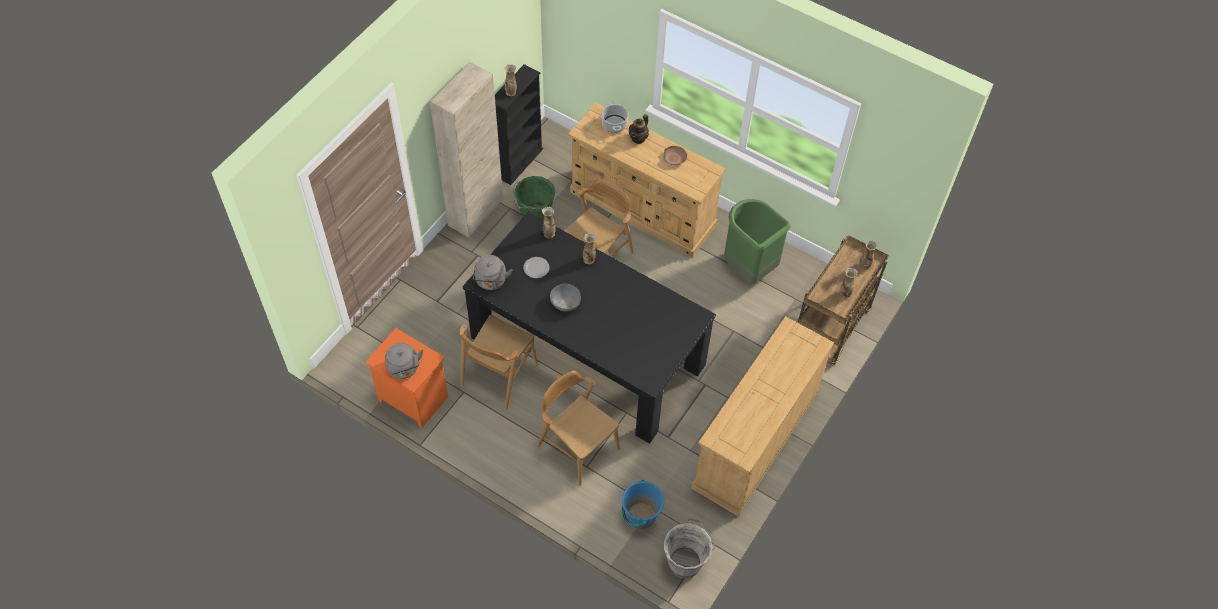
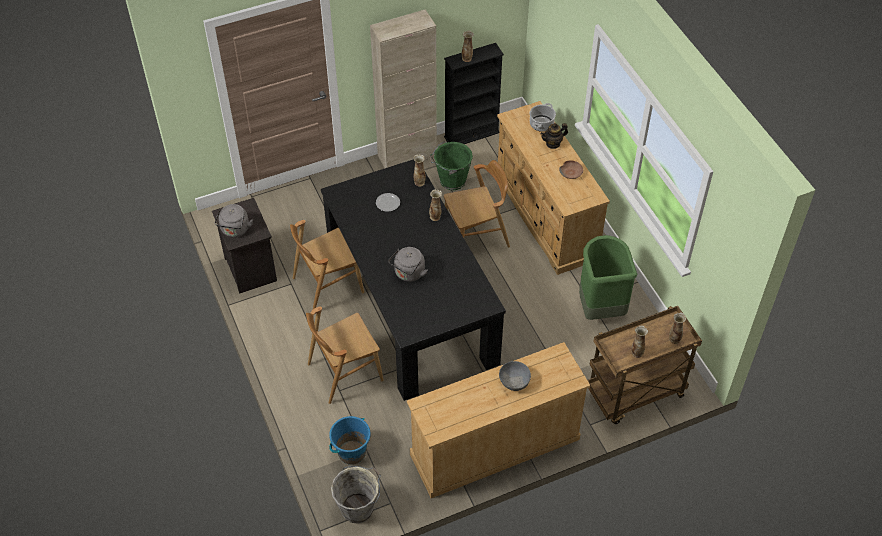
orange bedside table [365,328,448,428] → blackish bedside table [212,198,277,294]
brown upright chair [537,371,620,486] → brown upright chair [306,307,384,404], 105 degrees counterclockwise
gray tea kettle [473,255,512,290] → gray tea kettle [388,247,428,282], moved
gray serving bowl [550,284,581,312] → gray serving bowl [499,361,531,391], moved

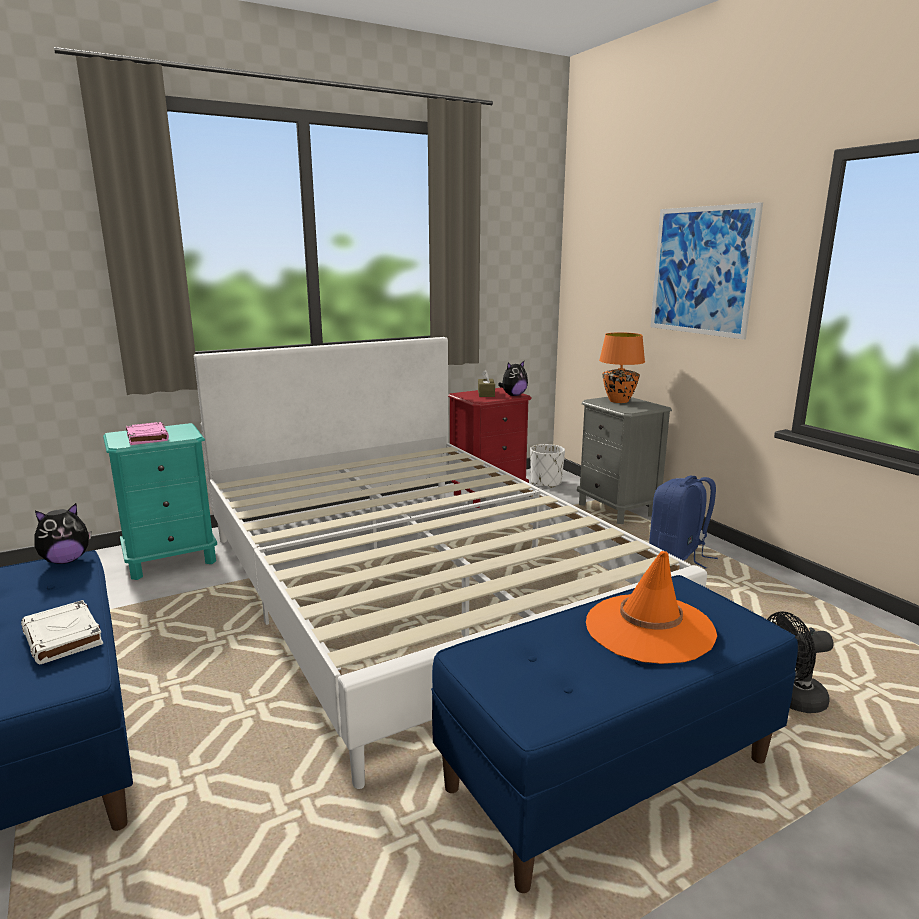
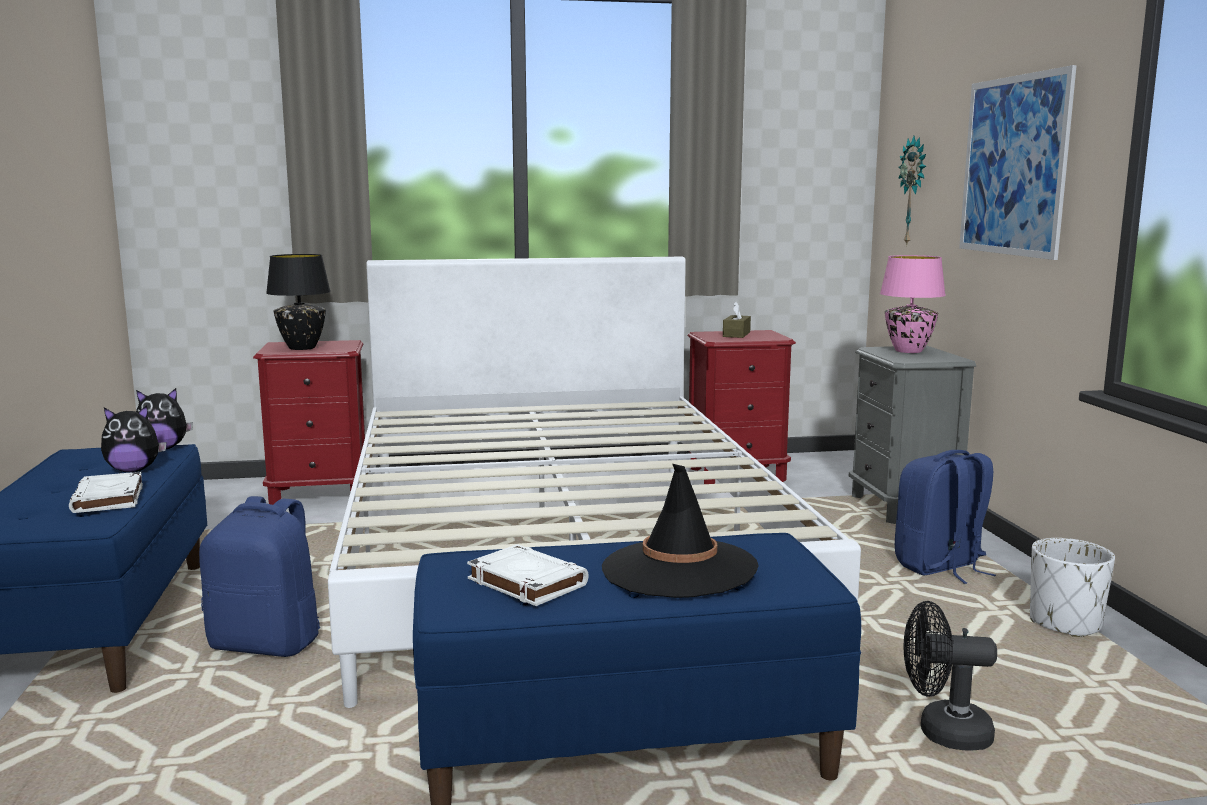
plush toy [498,361,528,396] → plush toy [101,405,166,472], moved
- → blue knapsack [199,496,320,657]
turquoise-coloured bedside table [103,423,217,580] → red-coloured bedside table [253,340,365,505]
pinkish book [126,422,169,445] → blackish tabletop lamp [266,254,331,350]
- → whitish book [467,544,589,606]
orange hat [586,551,717,664] → blackish hat [602,464,759,598]
orange tabletop lamp [599,332,645,403] → pinkish tabletop lamp [880,255,946,353]
- → wall clock [898,136,926,246]
whitish planter [530,444,565,488] → whitish planter [1030,538,1115,637], moved

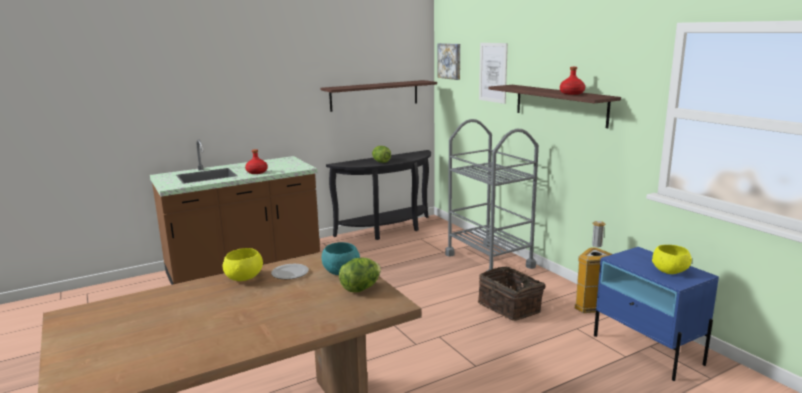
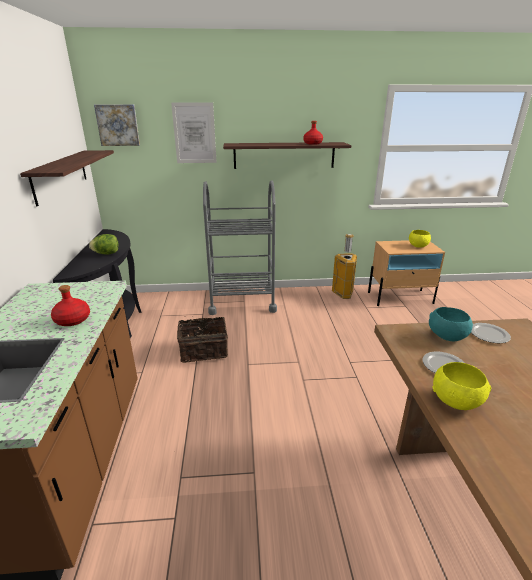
household basket [478,266,545,321] → household basket [177,316,228,363], moved
blue bedside table [594,247,719,381] → sand-coloured bedside table [368,240,445,306]
head of lettuce [339,258,381,292] → flat dish [471,323,511,343]

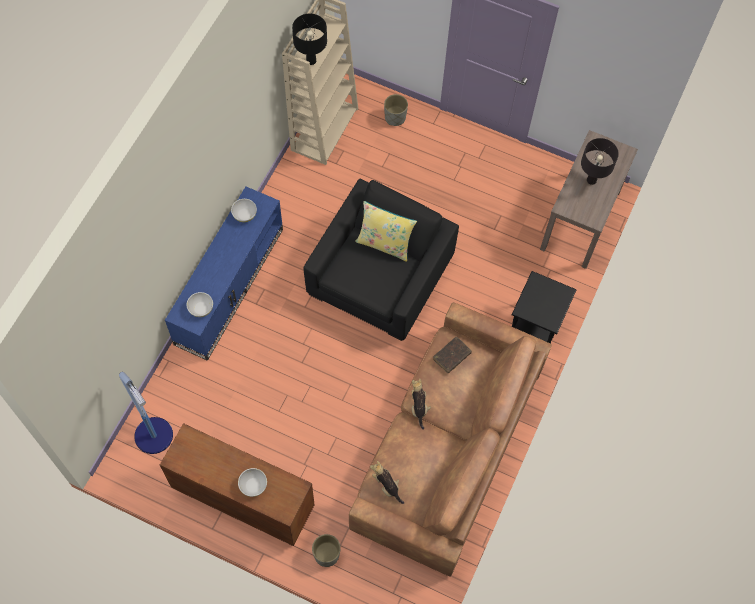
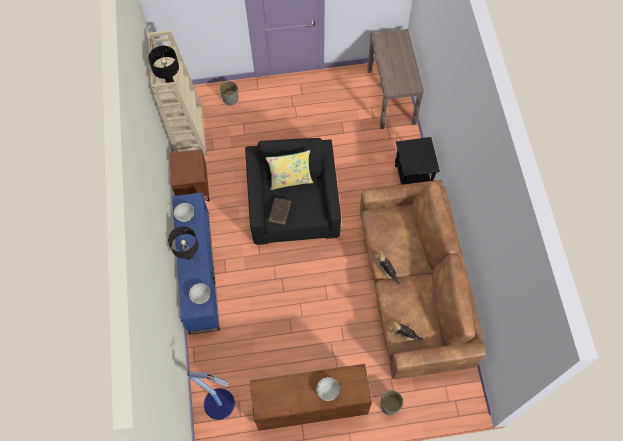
blackish tabletop lamp [581,138,619,185] → blackish tabletop lamp [168,226,199,260], moved
- → brown bedside table [169,149,210,201]
brown book [433,337,472,373] → brown book [268,198,291,225], moved

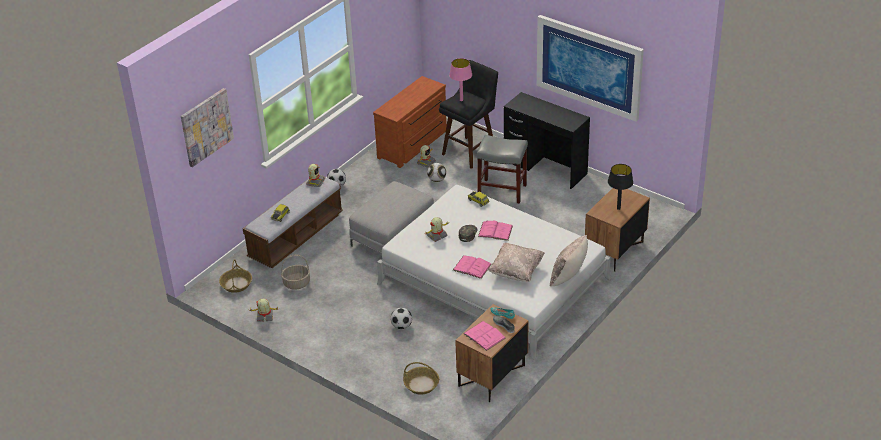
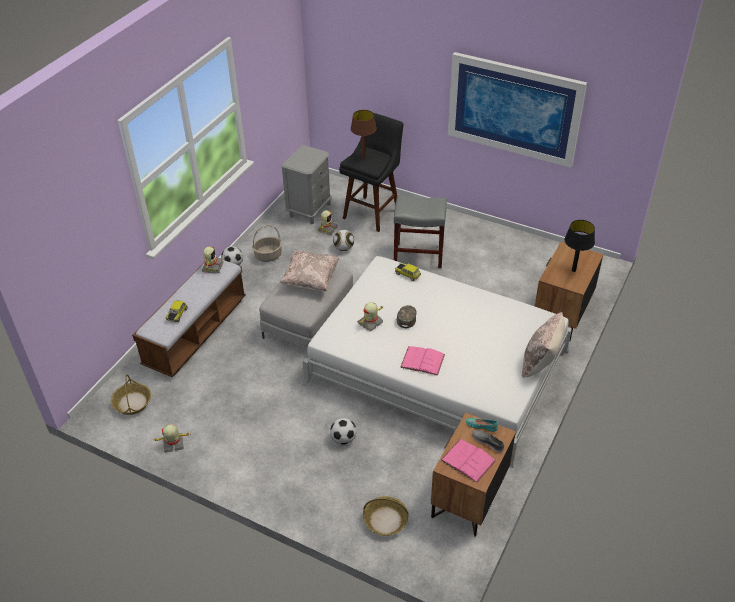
household basket [281,254,310,290] → household basket [252,225,282,262], moved
sand-coloured pillow [488,243,545,282] → sand-coloured pillow [279,251,340,291], moved
brown dresser [373,76,447,168] → gray bedside table [281,145,332,224]
pinkish tabletop lamp [449,58,472,101] → brown tabletop lamp [351,110,377,159]
wall art [181,88,234,167] → -
pinkish book [478,220,513,241] → -
blackish desk [504,92,590,189] → -

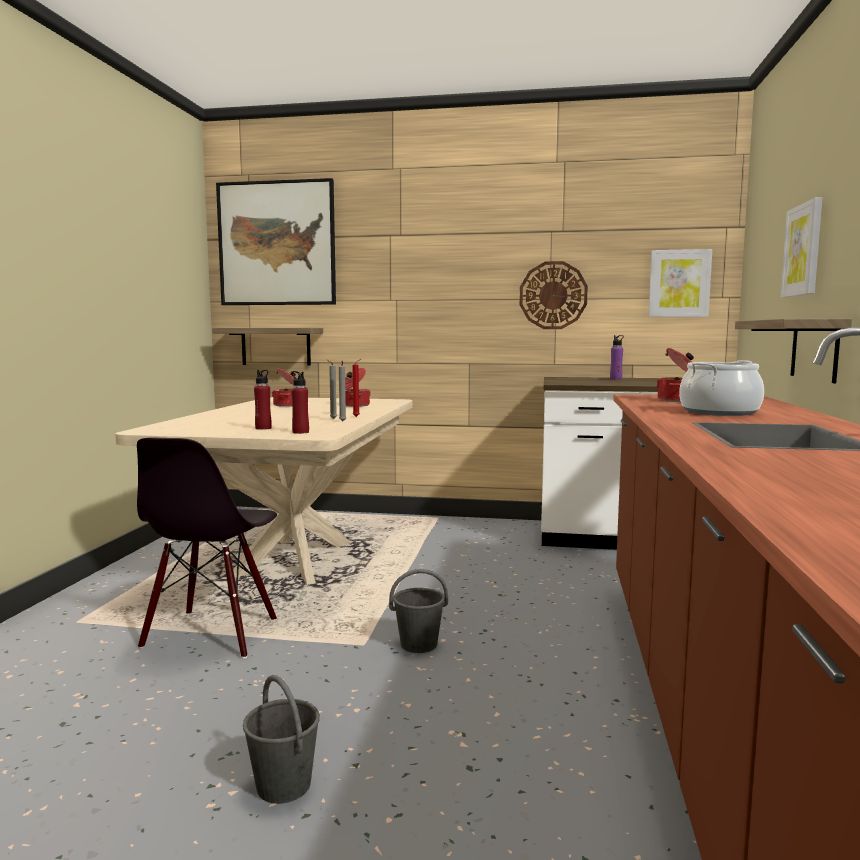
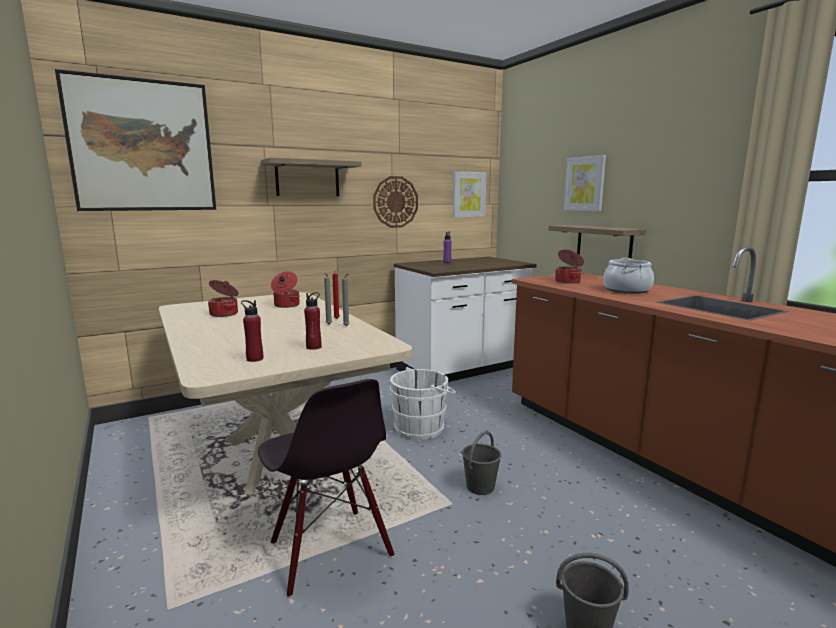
red-coloured beverage bottle [291,371,309,434] → red-coloured beverage bottle [241,300,263,362], moved
shelf [212,328,323,366] → shelf [261,157,361,196], moved
- → whitish pail [389,367,456,440]

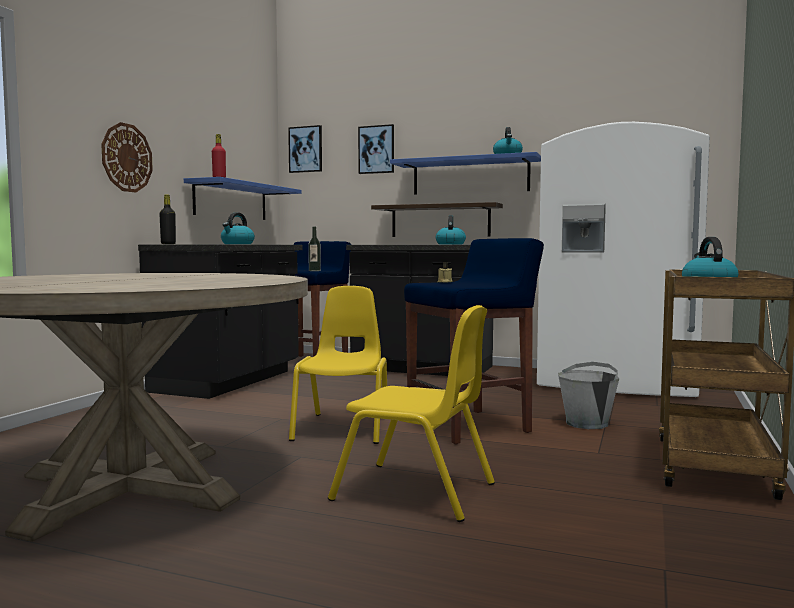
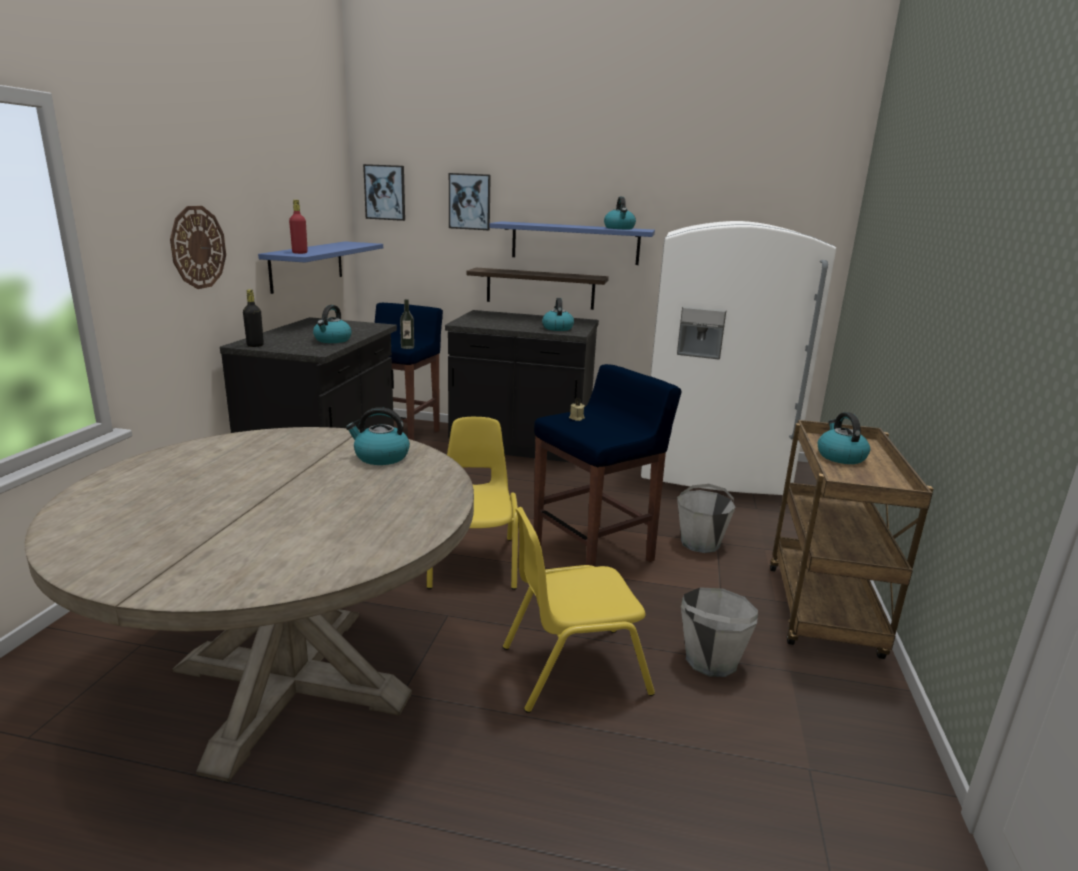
- → tea kettle [346,407,410,465]
yellow-coloured upright chair [328,305,495,522] → yellow-coloured upright chair [503,507,655,713], 150 degrees clockwise
- → gray pail [681,588,758,677]

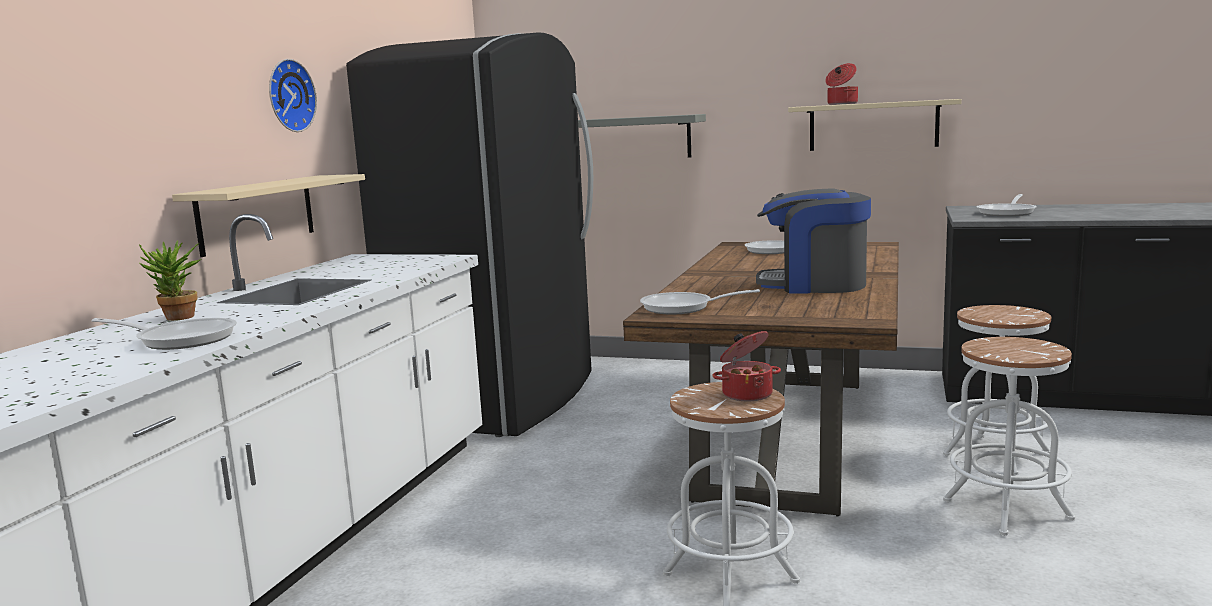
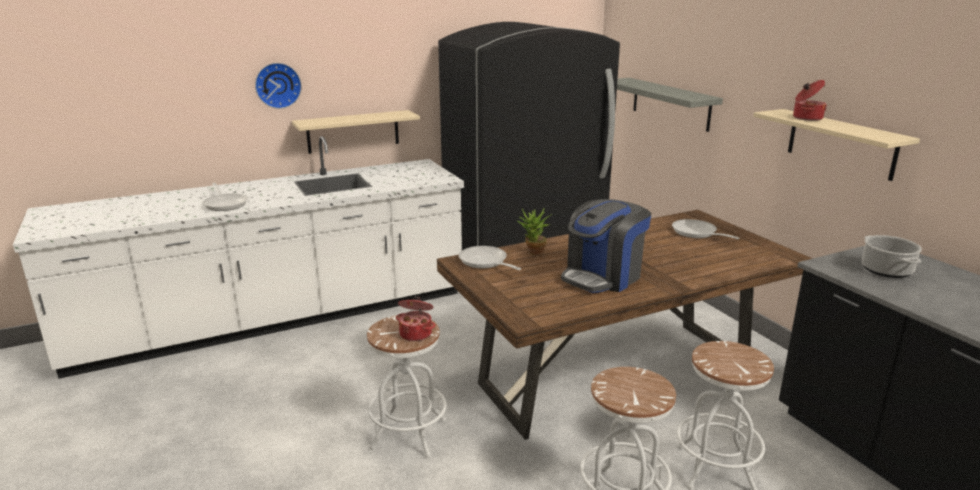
wall clock [269,59,317,132] → wall clock [255,63,302,109], moved
plant in a pot [139,240,202,321] → plant in a pot [518,209,552,255], moved
coffee maker [756,189,871,294] → coffee maker [561,199,651,293], 105 degrees counterclockwise
frying pan [977,194,1037,216] → cooking pot [862,235,922,278]

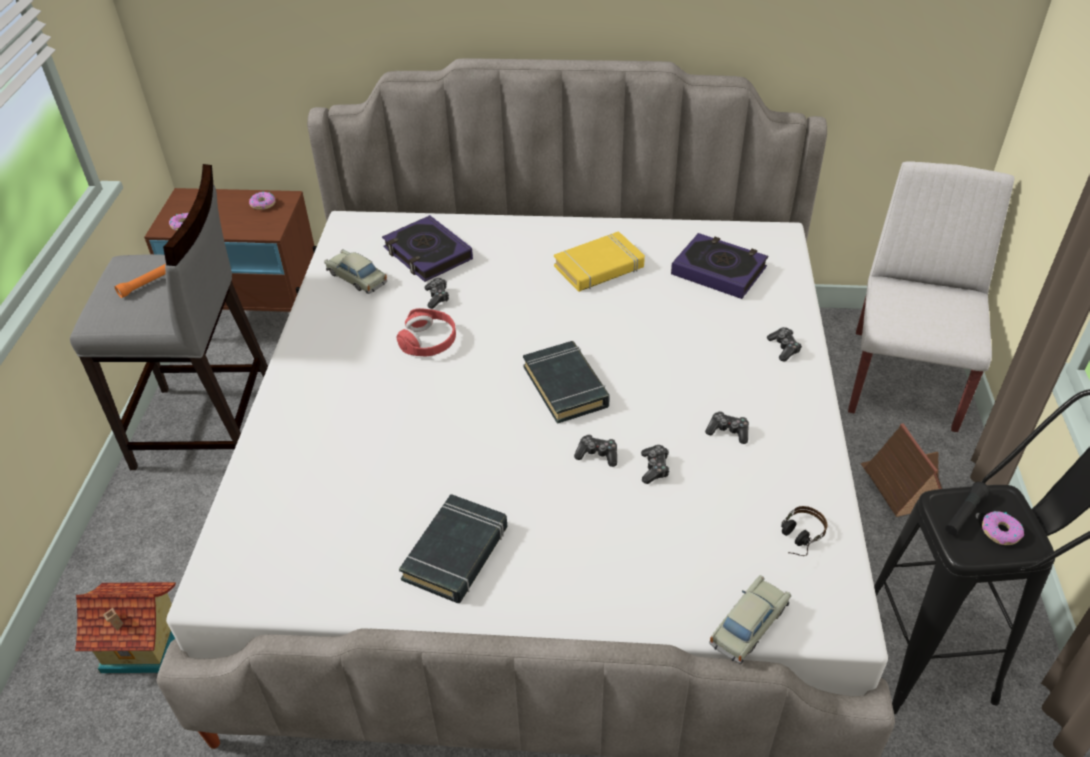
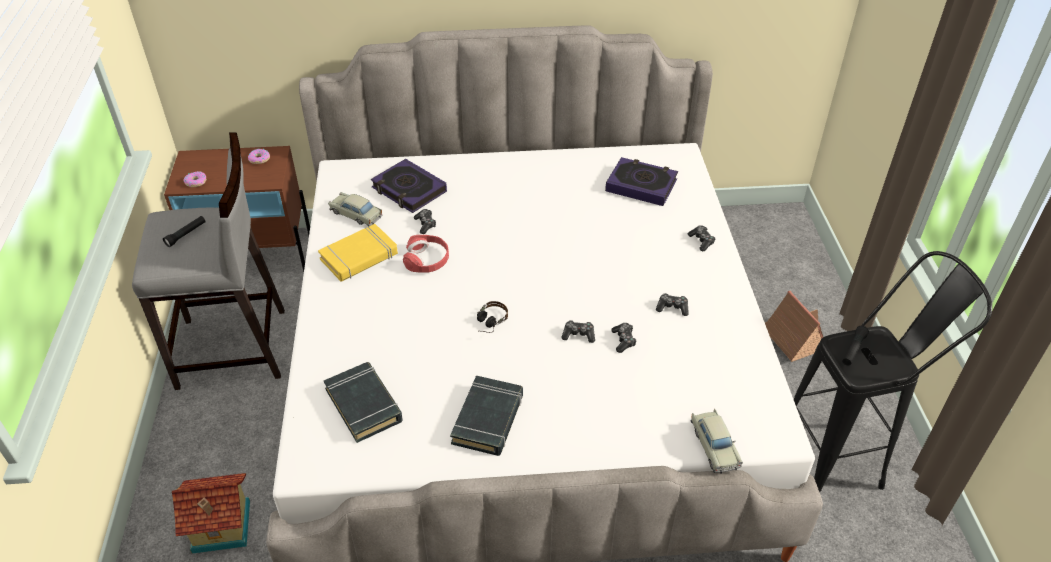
orange flashlight [115,264,166,298] → blackish flashlight [163,216,205,247]
yellow-coloured book [554,231,645,292] → yellow-coloured book [318,224,398,282], moved
blackish book [523,341,610,424] → blackish book [324,362,403,443], moved
headphones [781,506,828,556] → headphones [477,301,508,333], moved
sand-coloured toy car [709,575,791,664] → sand-coloured toy car [691,409,743,474], 135 degrees clockwise
whitish upright chair [848,161,1014,432] → -
ring doughnut [982,511,1024,545] → -

